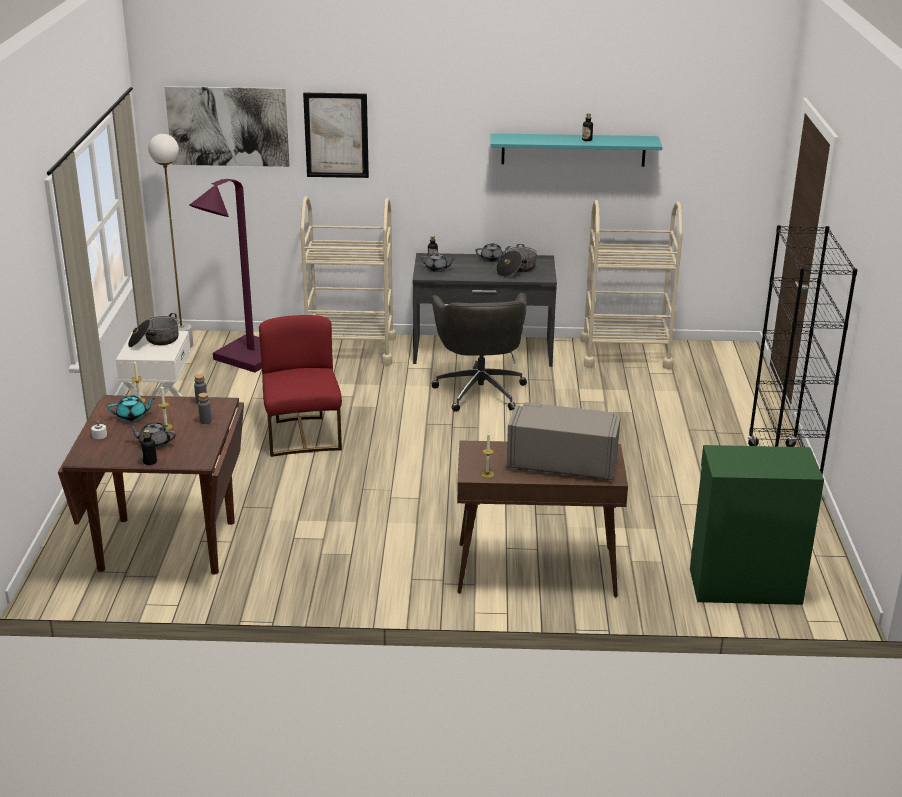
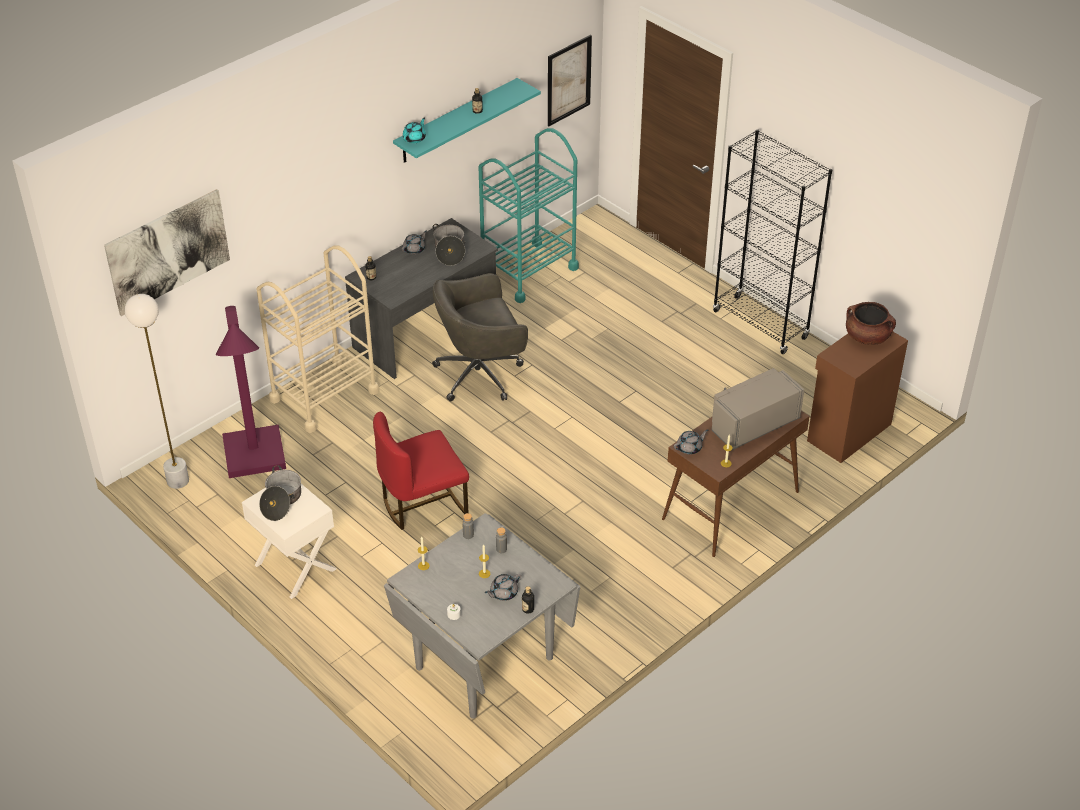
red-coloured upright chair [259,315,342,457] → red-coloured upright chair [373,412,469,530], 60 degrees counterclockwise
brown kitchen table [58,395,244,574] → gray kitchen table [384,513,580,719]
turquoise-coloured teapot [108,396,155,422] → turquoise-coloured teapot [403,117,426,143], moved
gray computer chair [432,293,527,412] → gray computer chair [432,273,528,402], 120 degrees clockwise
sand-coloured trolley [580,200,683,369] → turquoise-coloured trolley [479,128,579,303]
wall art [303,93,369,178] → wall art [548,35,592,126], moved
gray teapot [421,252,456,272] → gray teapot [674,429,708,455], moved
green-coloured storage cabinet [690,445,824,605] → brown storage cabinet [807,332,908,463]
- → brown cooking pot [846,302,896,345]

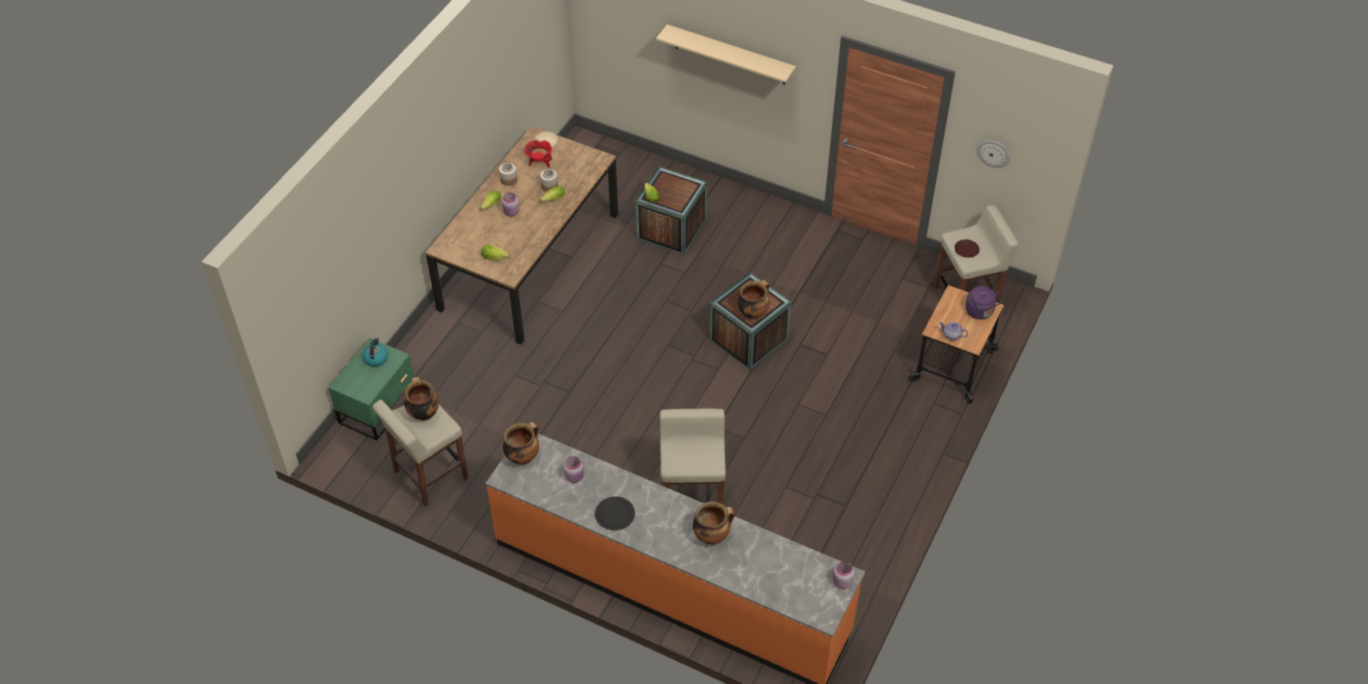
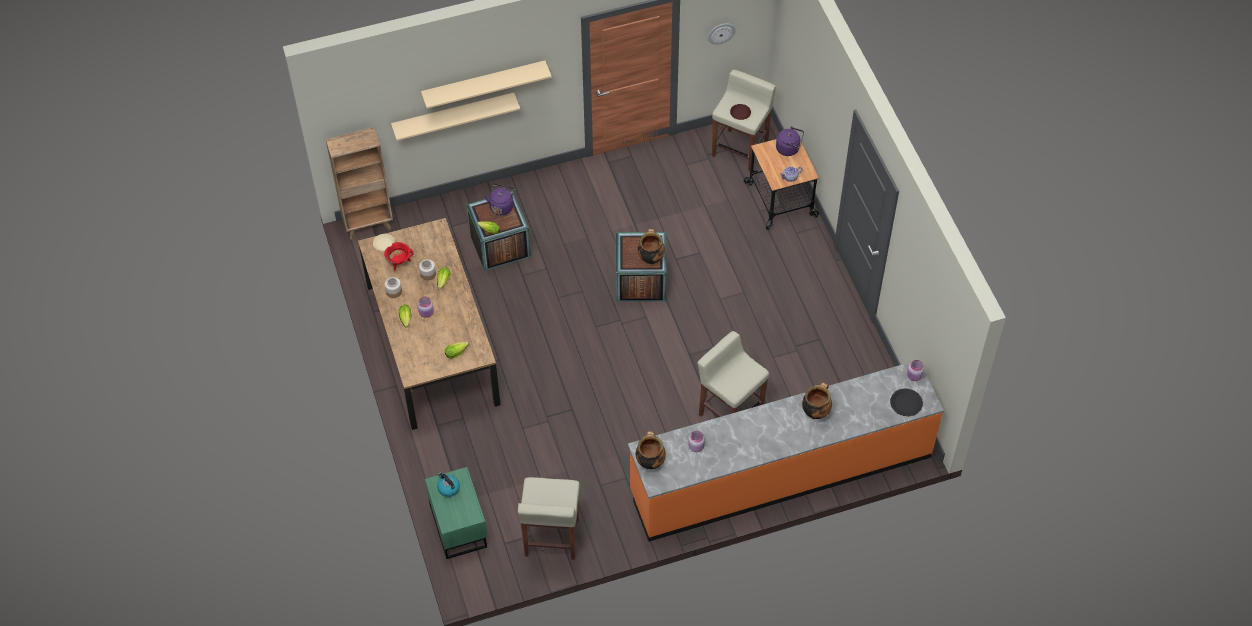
- → brown bookshelf [326,127,393,240]
- → sand-coloured shelf [391,93,520,141]
- → purple-coloured tea kettle [484,184,515,215]
blackish flat dish [595,496,635,530] → blackish flat dish [890,388,923,416], moved
cooking pot [404,377,439,421] → -

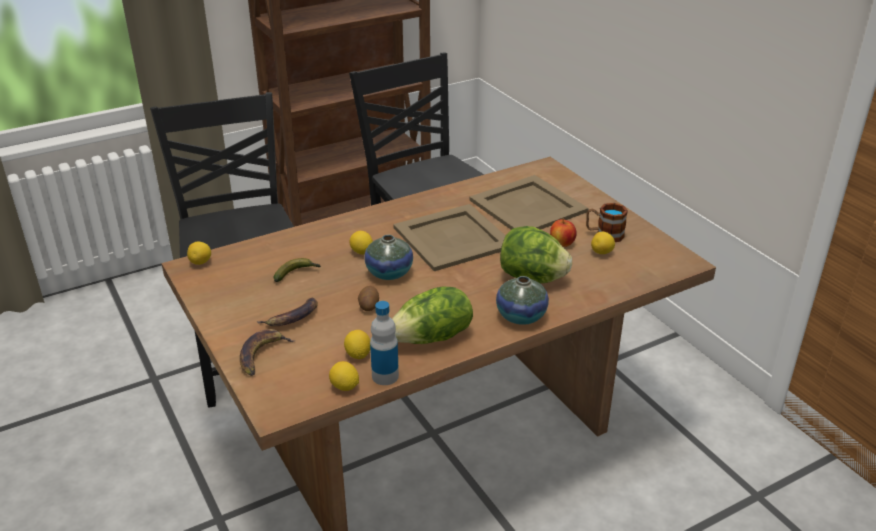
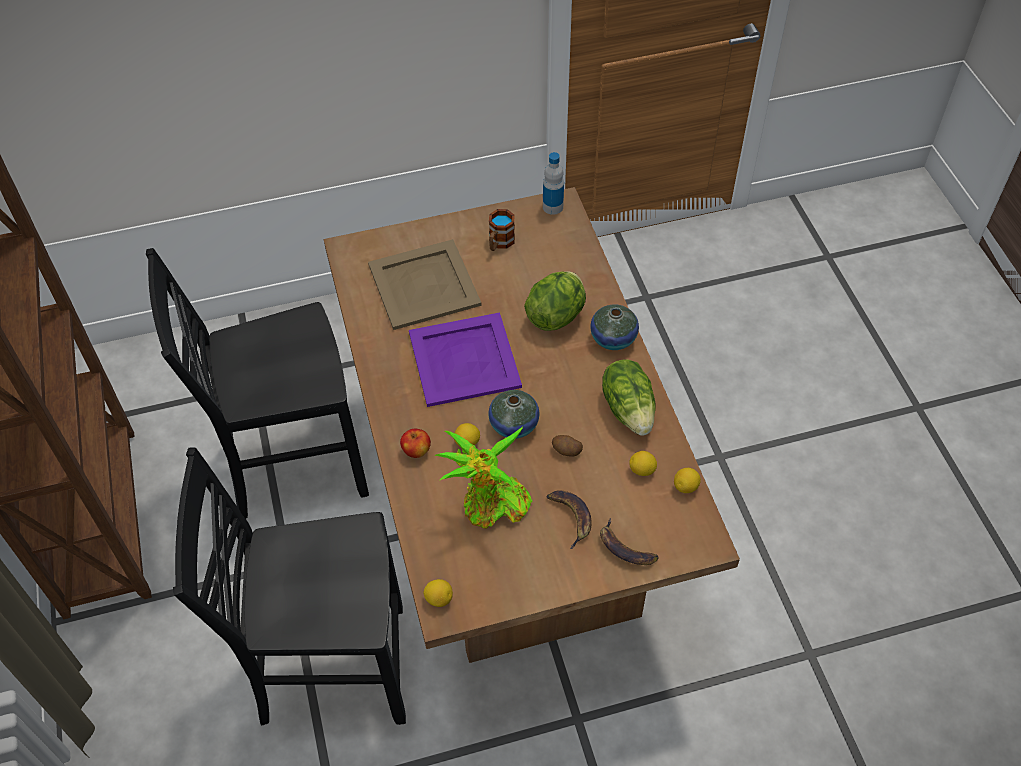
whole apple [550,218,577,247] → whole apple [400,429,431,458], moved
sand-coloured carrying tray [393,204,506,271] → purple-coloured carrying tray [409,312,522,407]
banana fruit [274,258,321,282] → plant in a pot [434,427,532,529]
beverage bottle [370,301,399,385] → beverage bottle [543,152,564,215], moved
lemon [591,232,615,254] → -

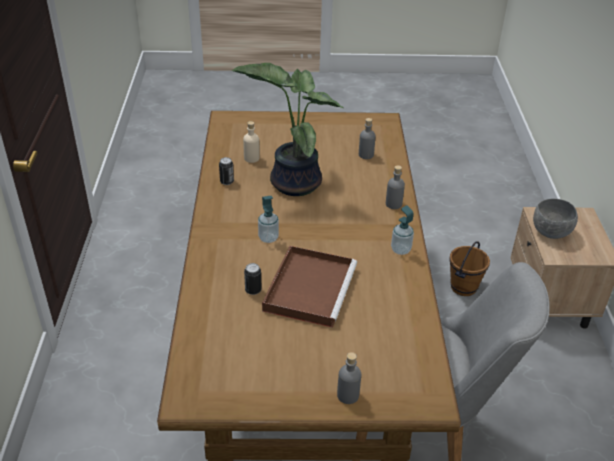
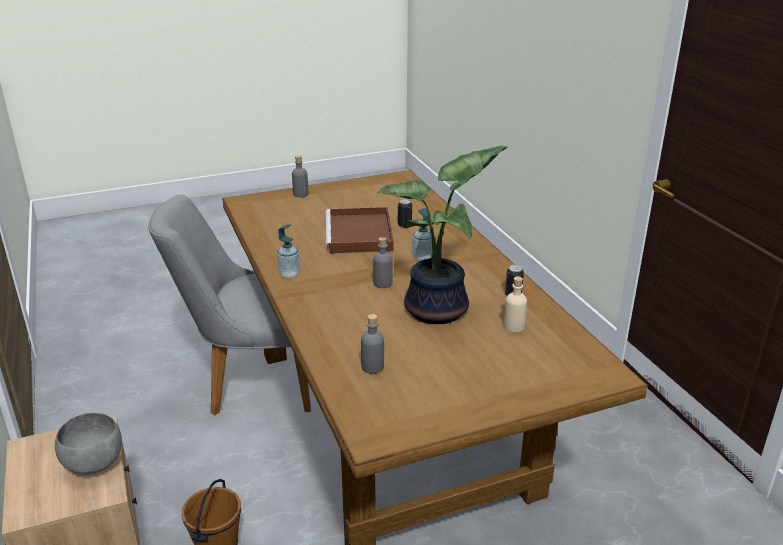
gray beverage bottle [386,165,405,209] → gray beverage bottle [373,237,393,288], moved

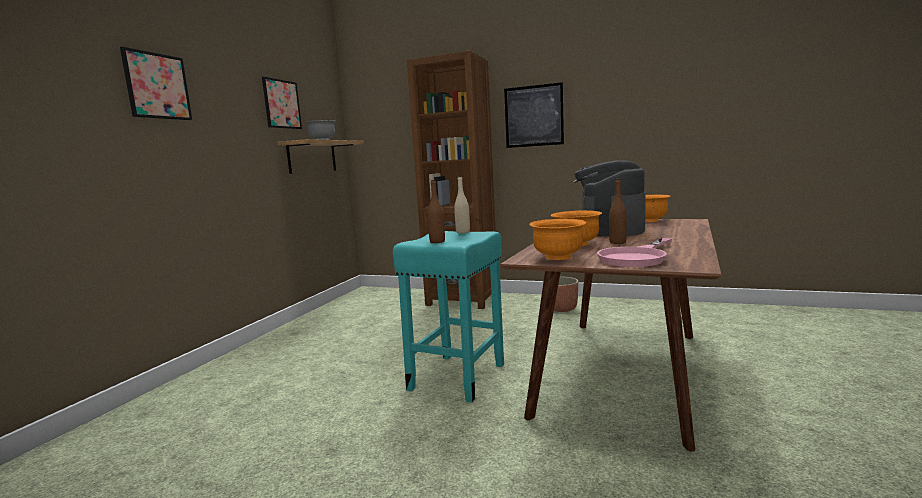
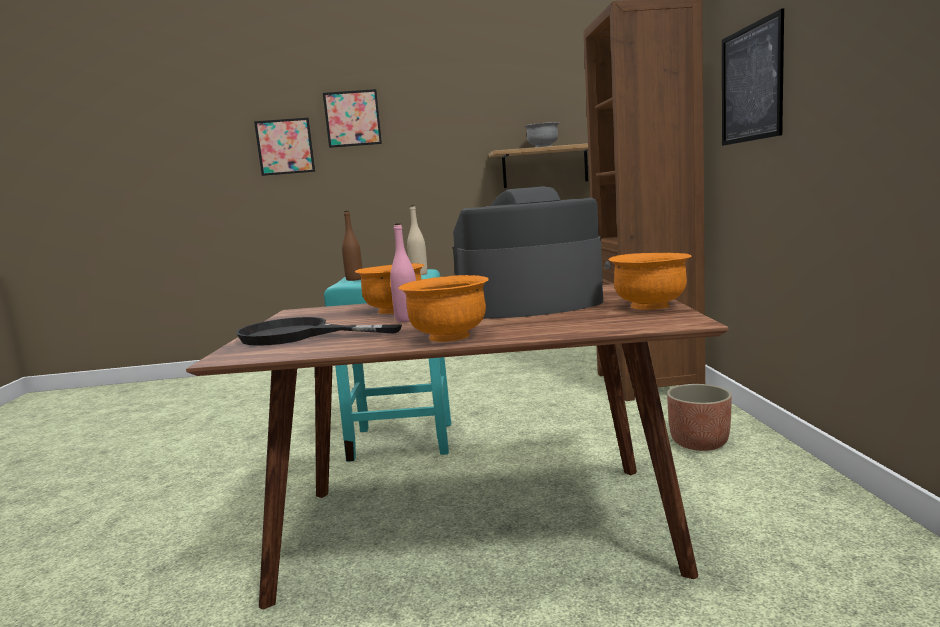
pinkish frying pan [597,238,672,267] → blackish frying pan [236,317,402,346]
wall art [262,77,302,129] → wall art [254,118,315,176], moved
brown beverage bottle [609,179,627,244] → pinkish beverage bottle [390,223,416,322]
orange serving bowl [529,219,586,260] → orange serving bowl [399,275,489,342], moved

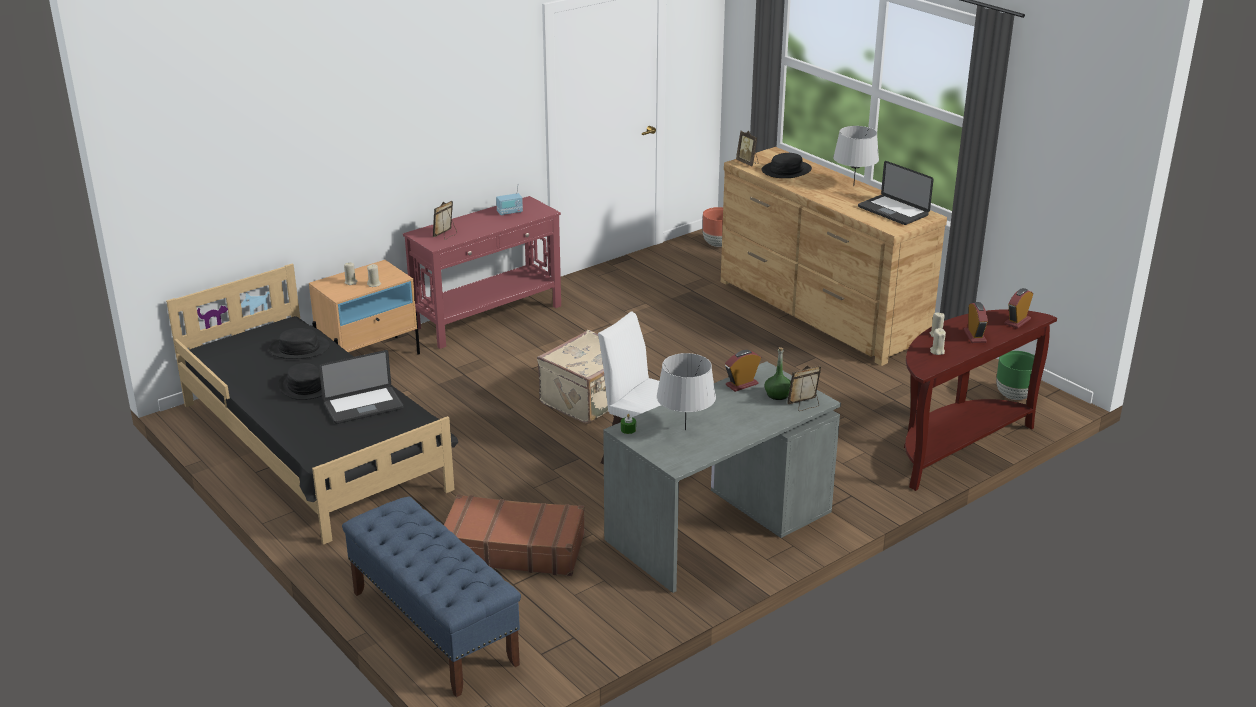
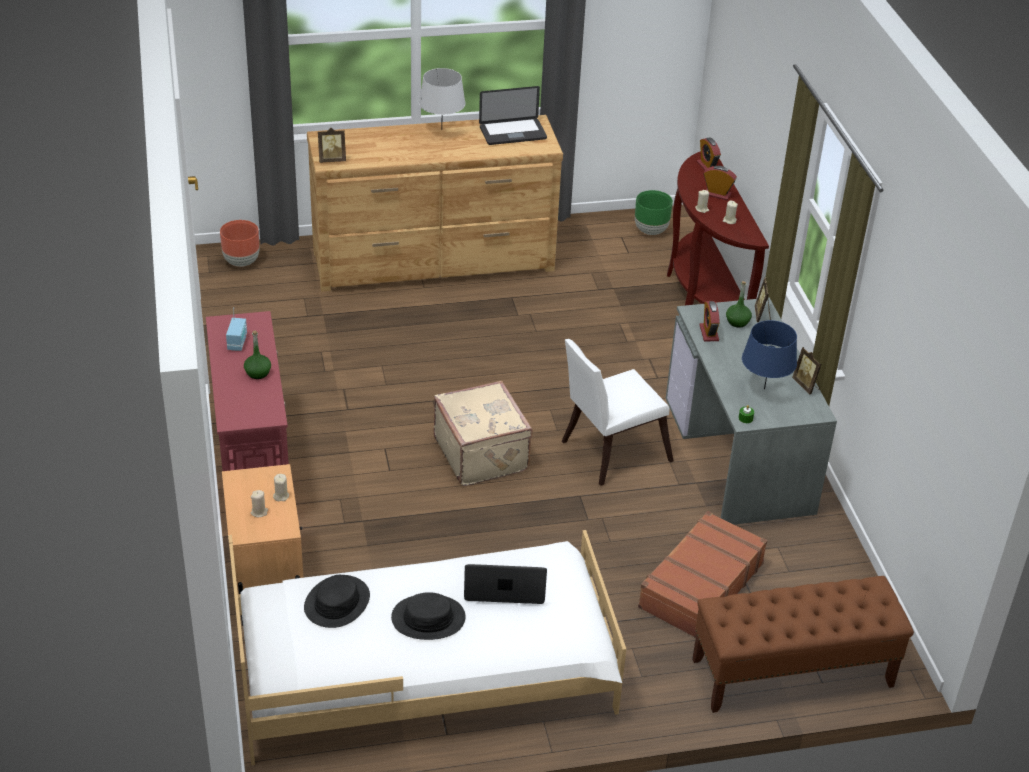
blackish sleeping bed [166,264,458,545] → whitish sleeping bed [228,530,626,766]
- → green-coloured beverage bottle [244,331,271,379]
notebook computer [319,350,403,424] → notebook computer [464,564,547,604], 90 degrees counterclockwise
blue bench [342,496,521,697] → brown bench [692,576,914,713]
gray tabletop lamp [656,353,716,430] → blue tabletop lamp [742,320,797,389]
standing frame [433,201,457,240] → standing frame [792,347,821,395], moved
blackish hat [761,153,812,178] → -

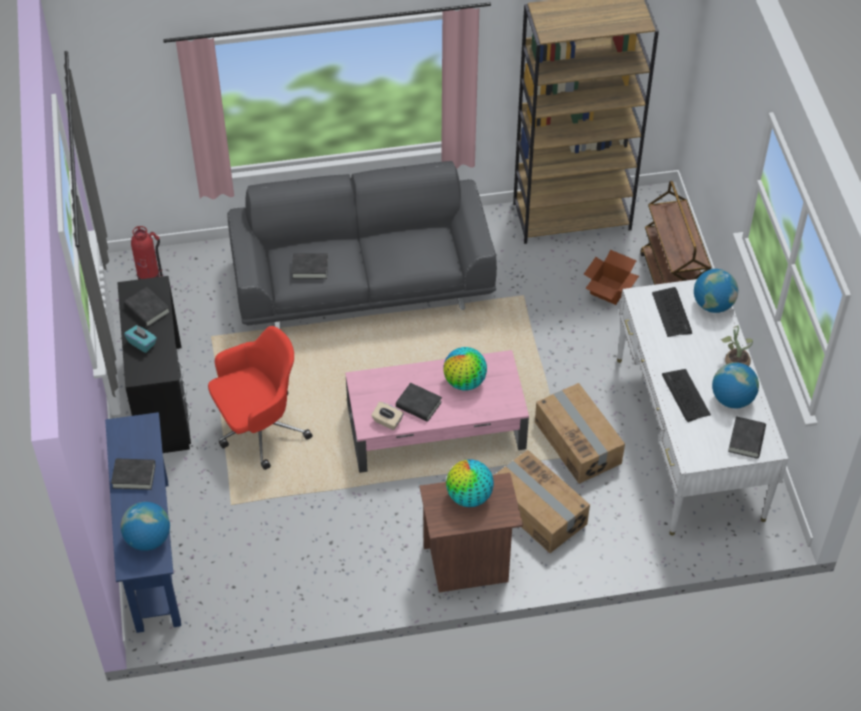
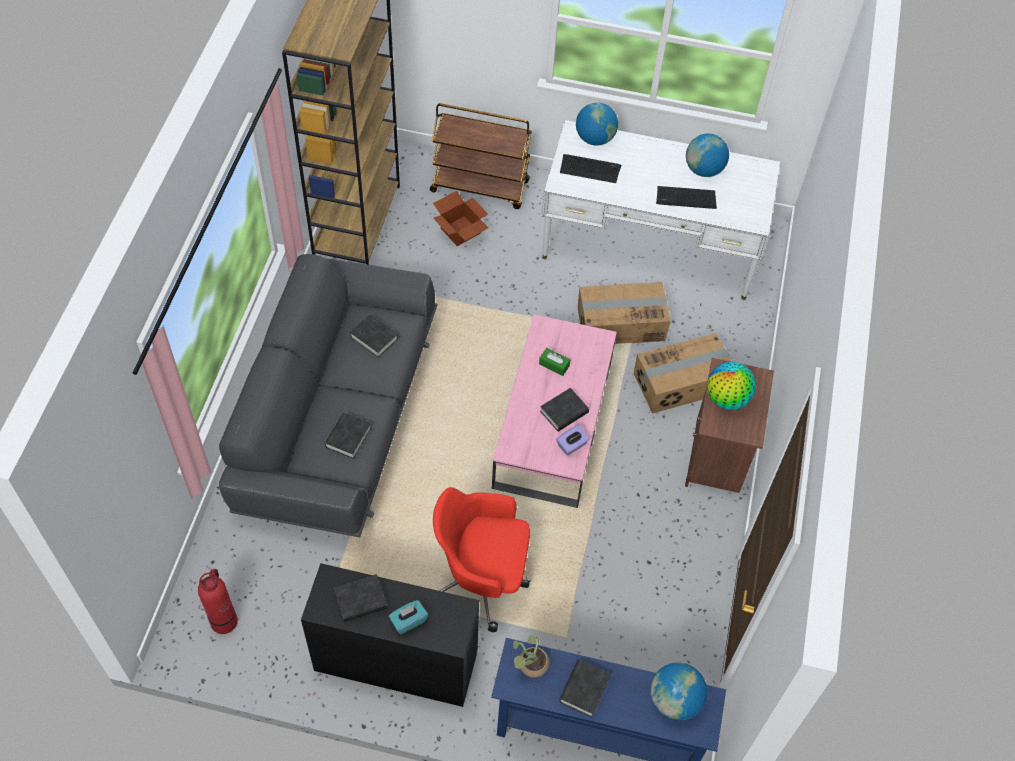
blackish book [728,416,766,458] → blackish book [350,315,398,357], moved
red-coloured computer chair [208,326,312,470] → red-coloured computer chair [433,487,530,632], 75 degrees counterclockwise
plant in a pot [721,325,753,366] → plant in a pot [513,635,549,677], moved
desk globe [443,347,487,390] → green-coloured box of tissues [539,348,570,376]
sand-coloured box of tissues [371,402,403,430] → purple-coloured box of tissues [556,424,590,456]

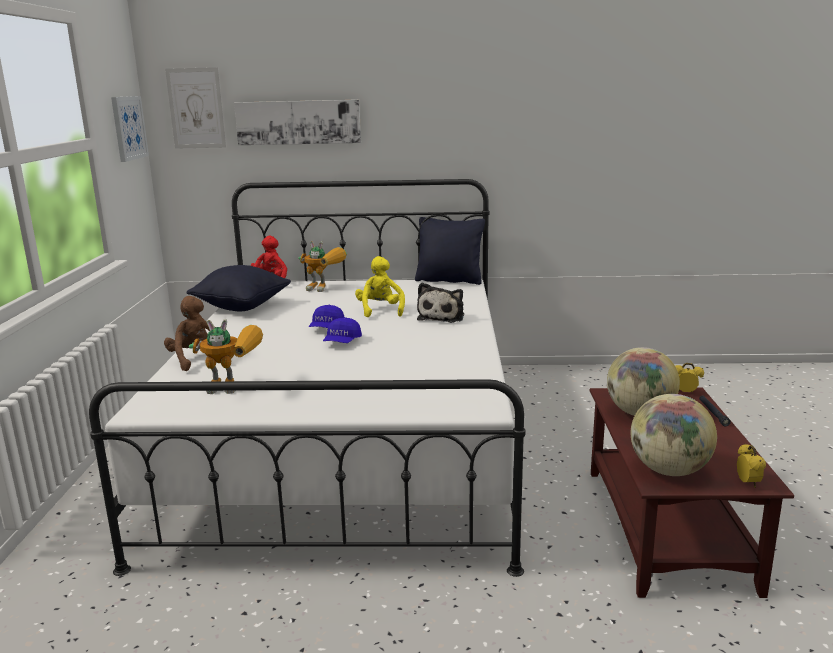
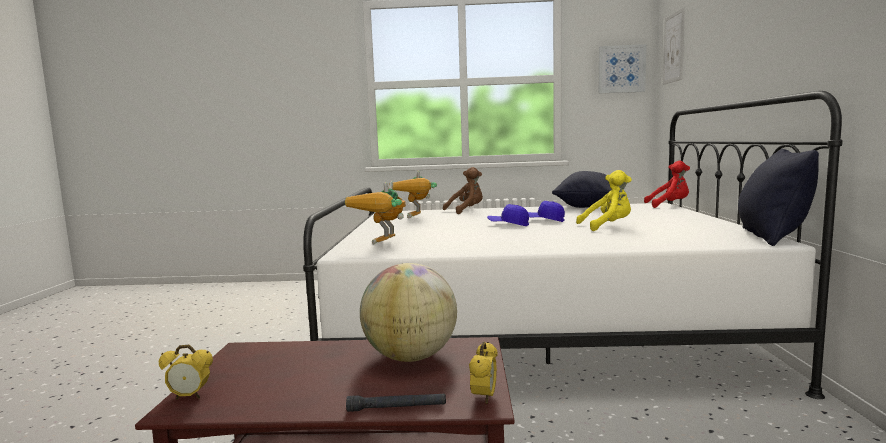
toy robot [298,241,347,292] → toy robot [345,181,406,245], moved
wall art [234,100,361,145] → -
plush toy [417,283,464,323] → -
desk globe [631,394,717,476] → -

